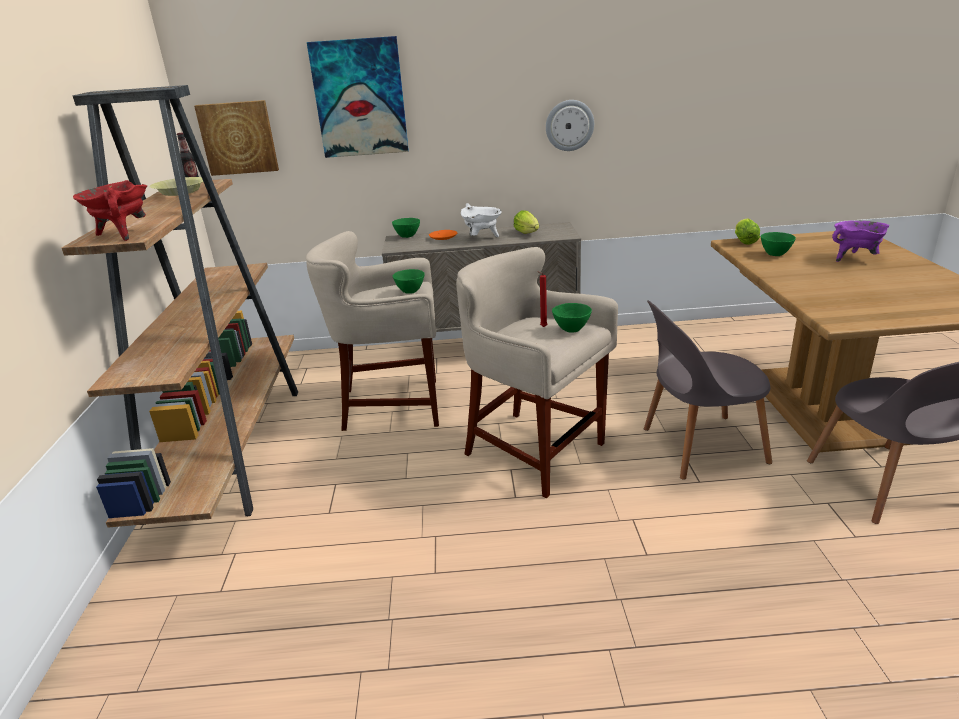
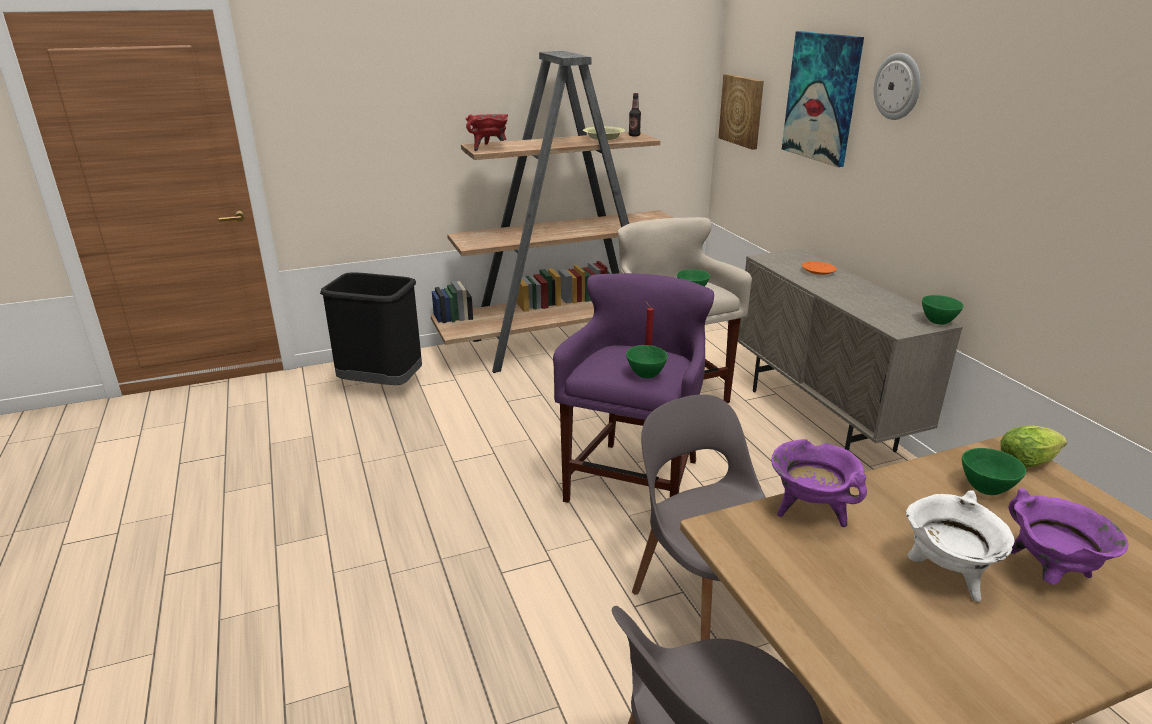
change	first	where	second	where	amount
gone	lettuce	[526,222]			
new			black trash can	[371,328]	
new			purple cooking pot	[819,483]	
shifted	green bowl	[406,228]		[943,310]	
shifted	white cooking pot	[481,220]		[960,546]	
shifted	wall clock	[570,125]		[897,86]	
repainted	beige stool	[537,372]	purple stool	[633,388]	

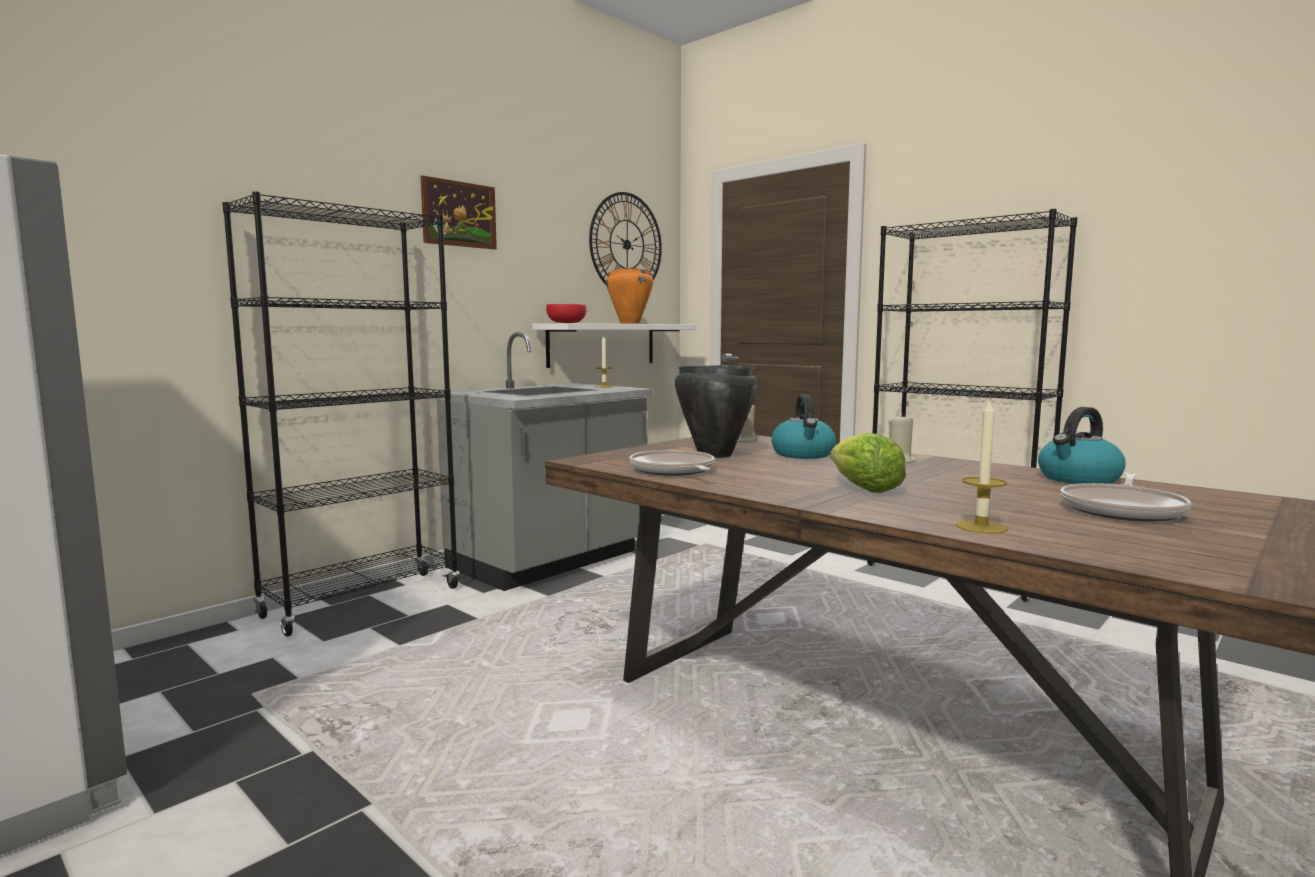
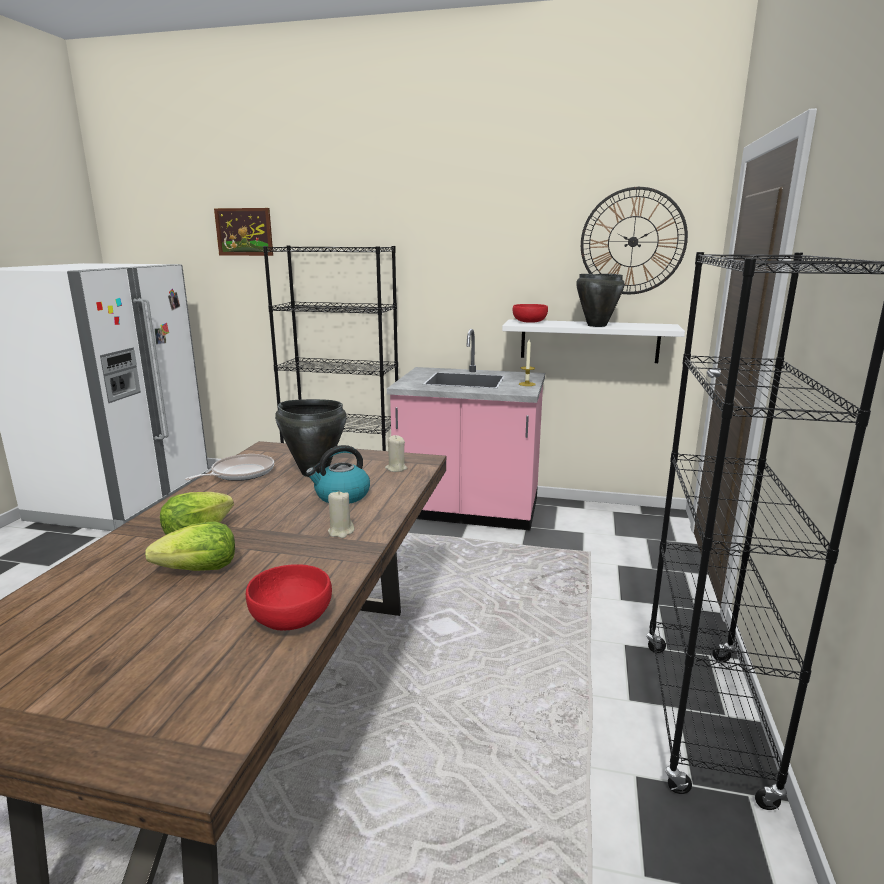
change	first	where	second	where	amount
gone	candle	[982,466]			
gone	frying pan	[1125,497]			
new			lettuce	[190,546]	
shifted	picture	[459,212]		[243,232]	
swapped	kettle	[1082,445]	red bowl	[289,597]	
repainted	grey counter	[544,461]	pink counter	[466,429]	
repainted	orange cooking pot	[629,296]	black cooking pot	[600,300]	

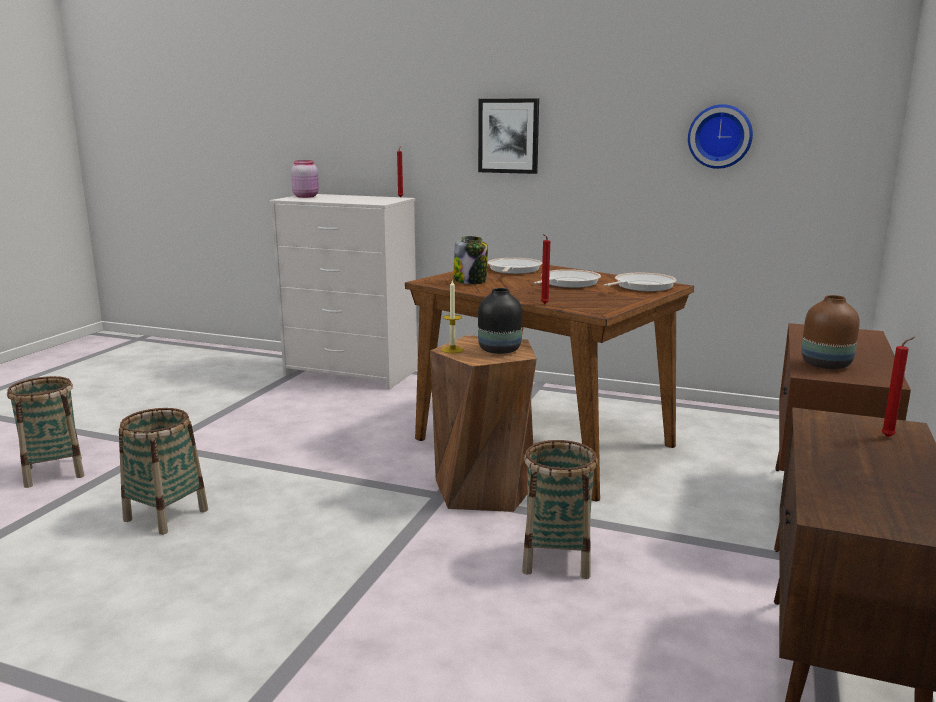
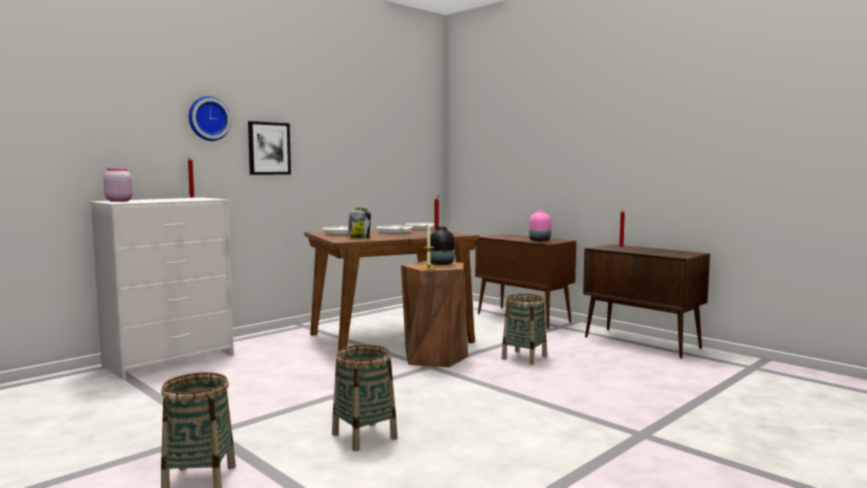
change	first	where	second	where	amount
shifted	wall clock	[720,136]		[210,118]	
repainted	brown vase	[831,332]	pink vase	[540,226]	

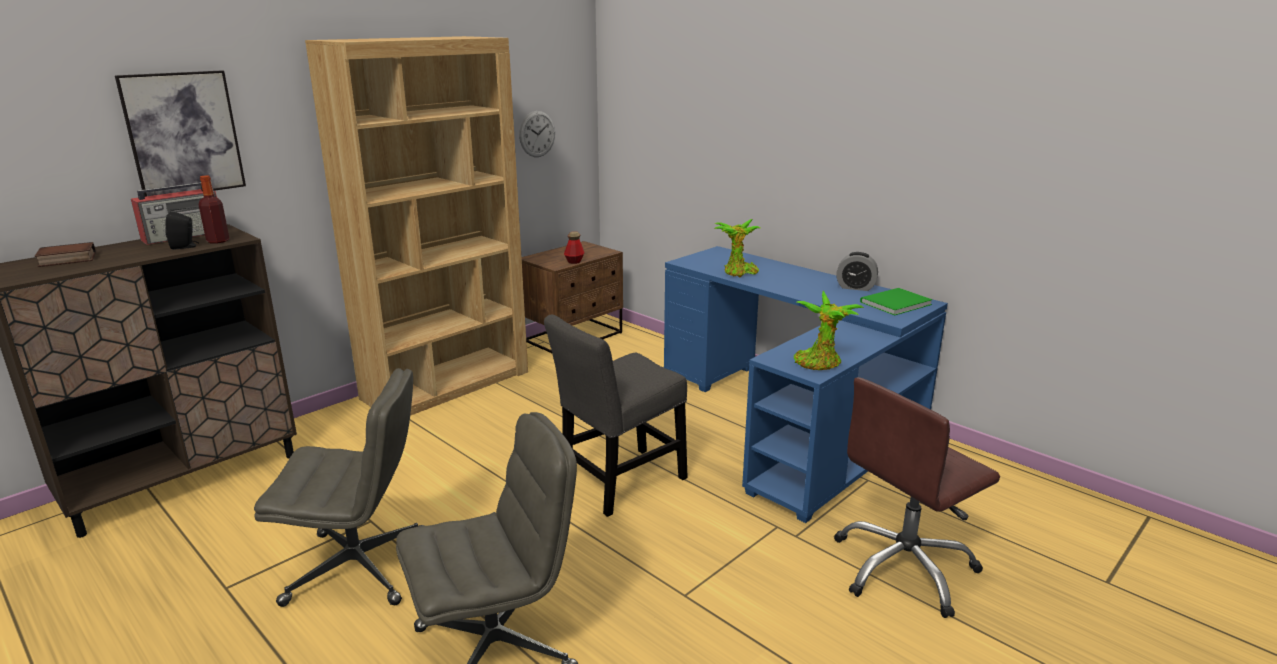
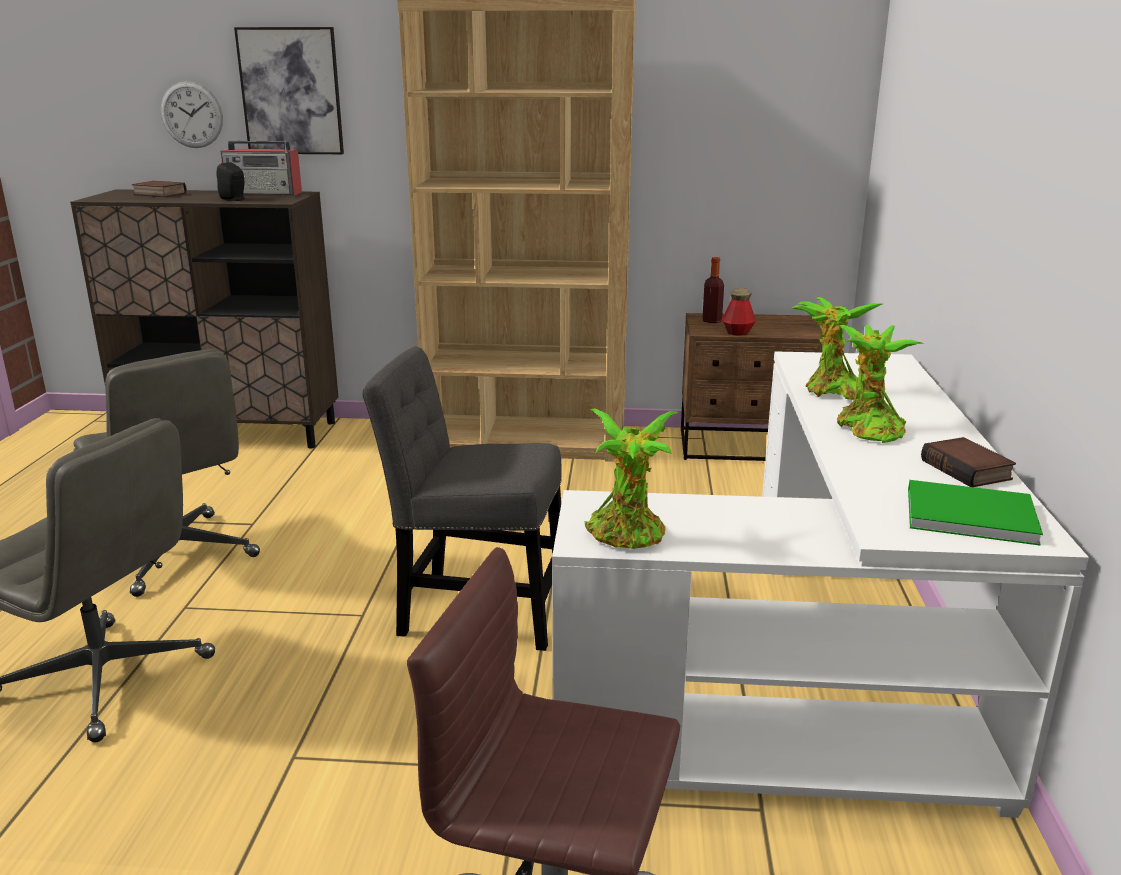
change	first	where	second	where	amount
new			potted plant	[880,384]	
shifted	bottle	[214,209]		[713,290]	
shifted	wall clock	[537,134]		[192,114]	
swapped	alarm clock	[857,271]	book	[968,462]	
repainted	blue desk	[806,384]	white desk	[820,584]	

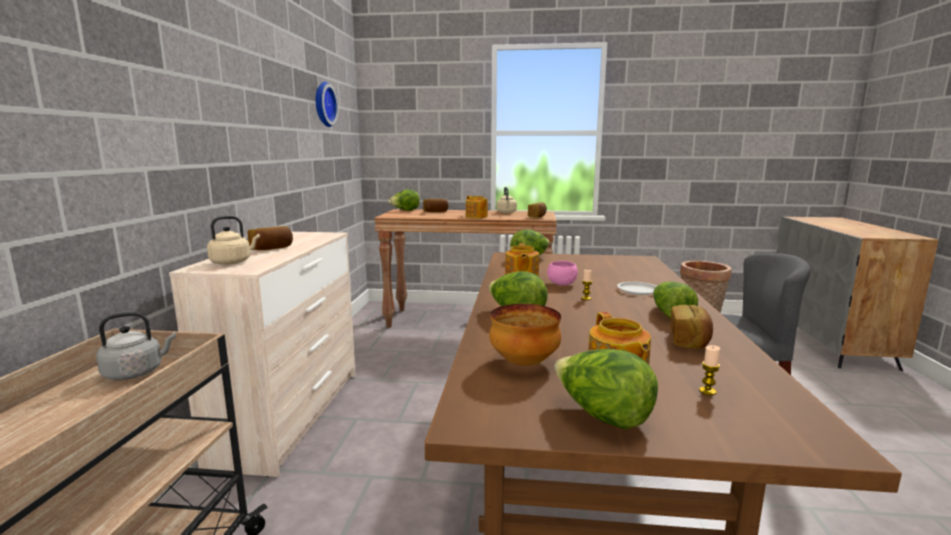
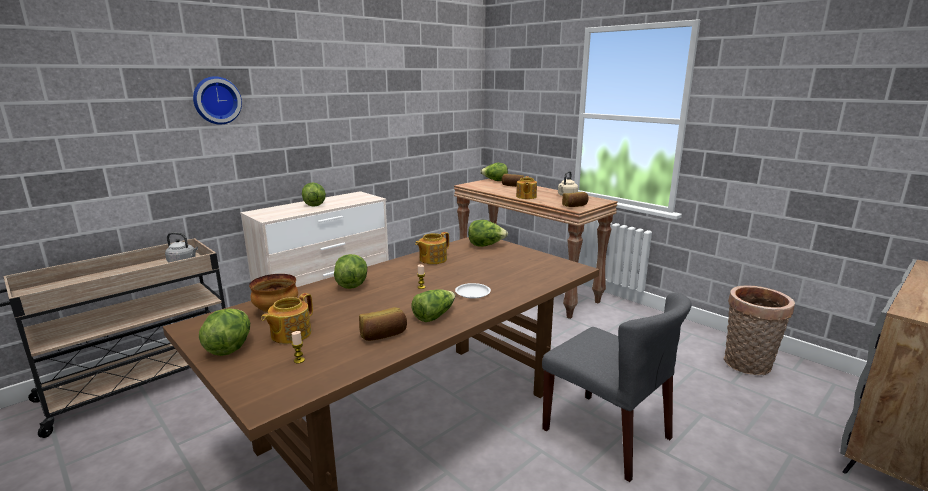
change	first	where	second	where	amount
gone	beige kettle	[233,240]			
gone	pink bowl	[562,273]			
shifted	wall clock	[327,104]		[217,100]	
swapped	bread	[270,238]	lettuce	[314,194]	

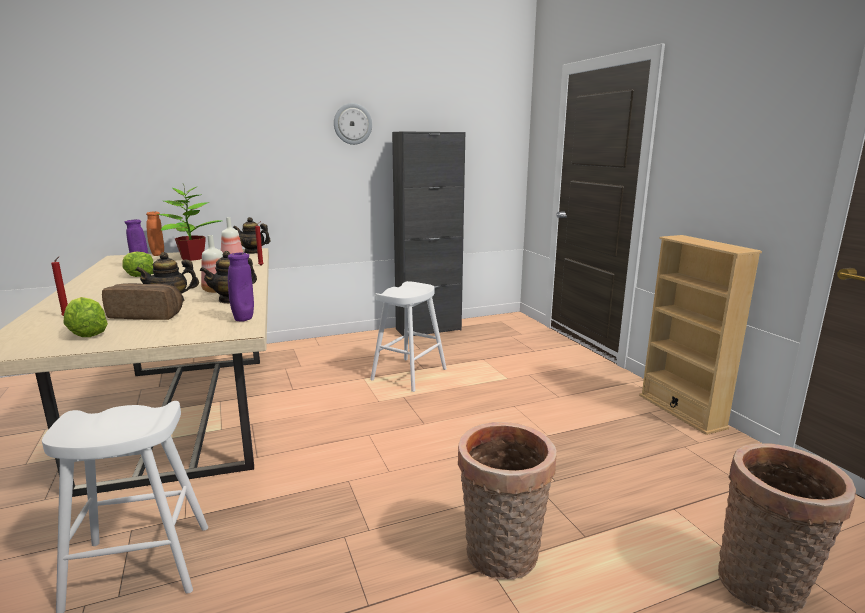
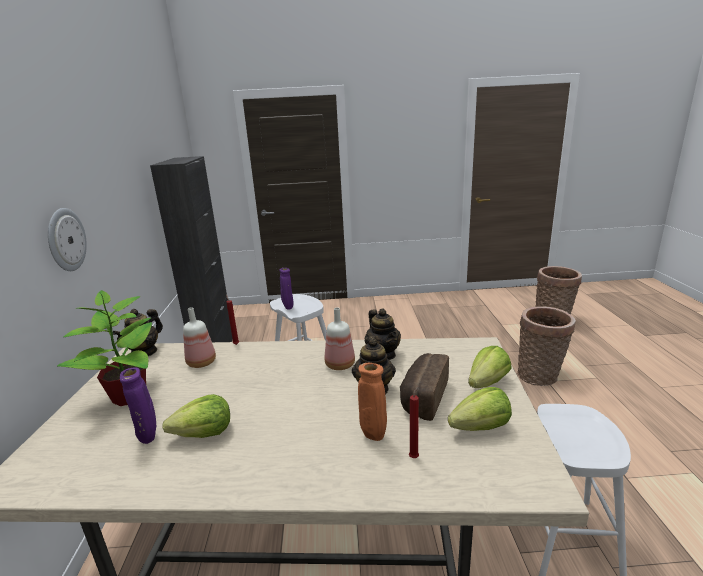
change	first	where	second	where	amount
gone	beige bookcase	[700,335]			
new			lettuce	[490,367]	
shifted	orange vase	[155,233]		[372,402]	
shifted	purple vase	[241,287]		[286,289]	
shifted	wall clock	[353,124]		[67,239]	

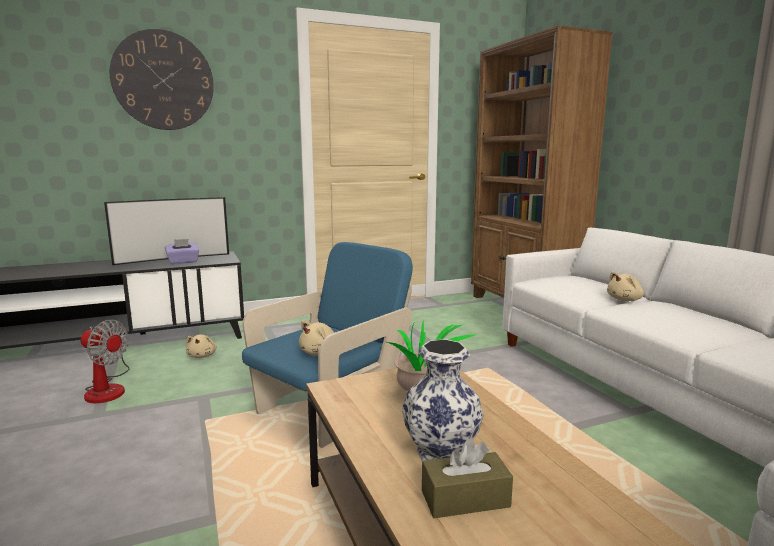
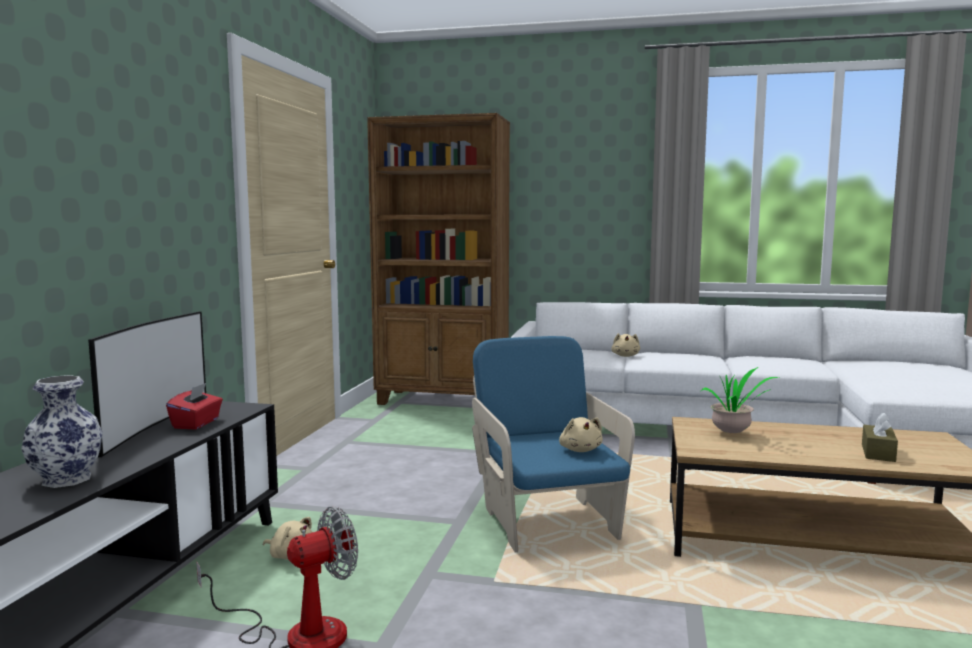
change	first	where	second	where	amount
gone	wall clock	[162,79]			
shifted	vase	[442,400]		[62,431]	
repainted	purple tissue box	[182,251]	red tissue box	[194,406]	

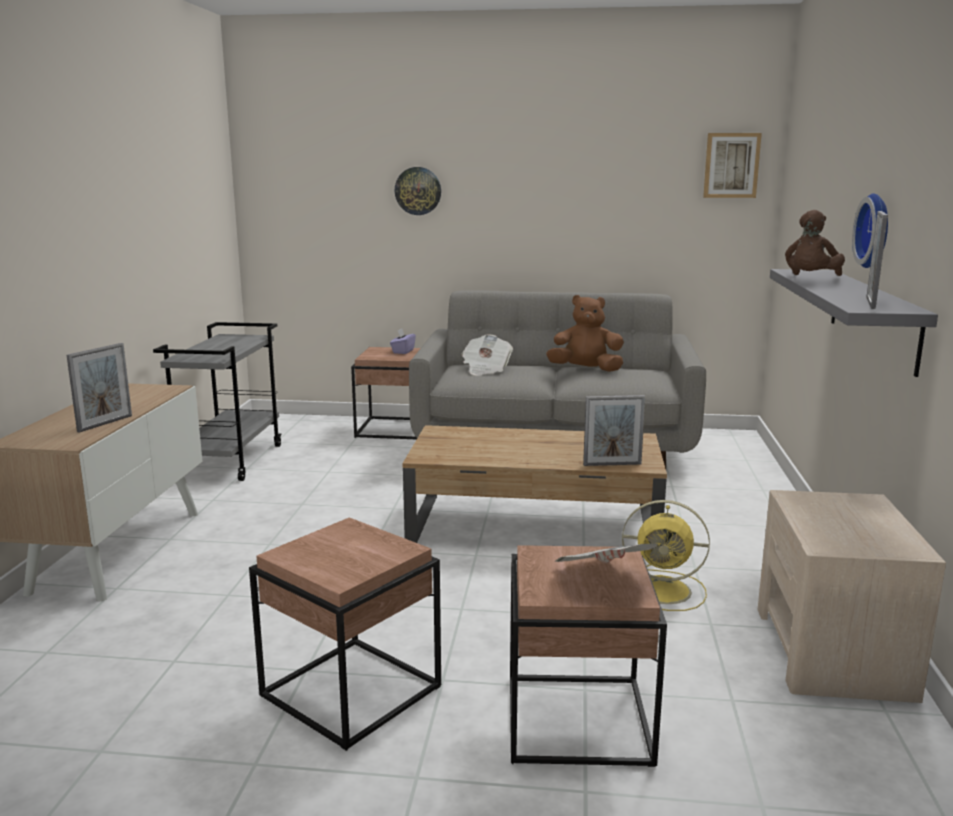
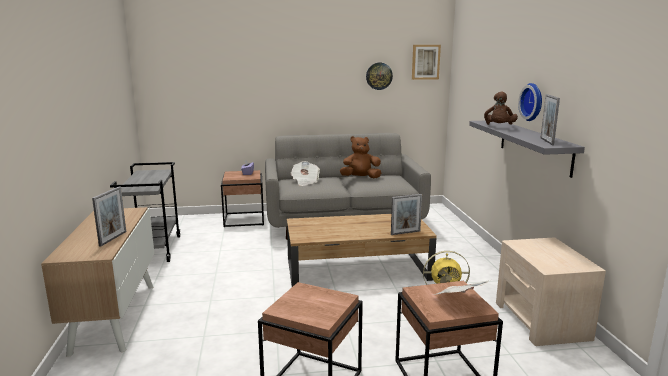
change	first	where	second	where	amount
shifted	wall clock	[418,191]		[379,76]	

